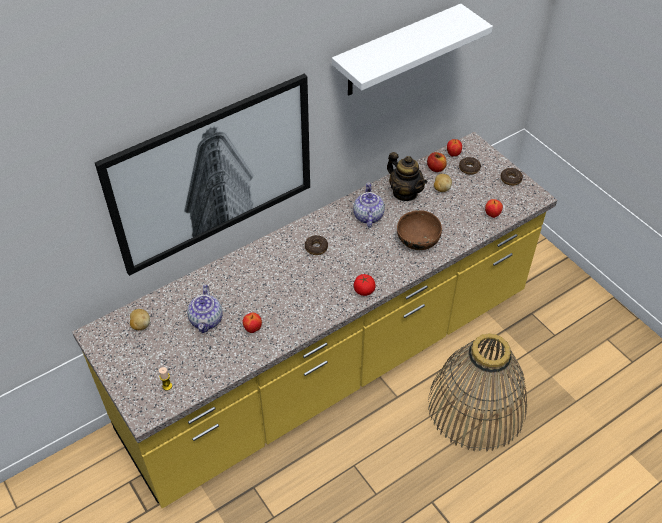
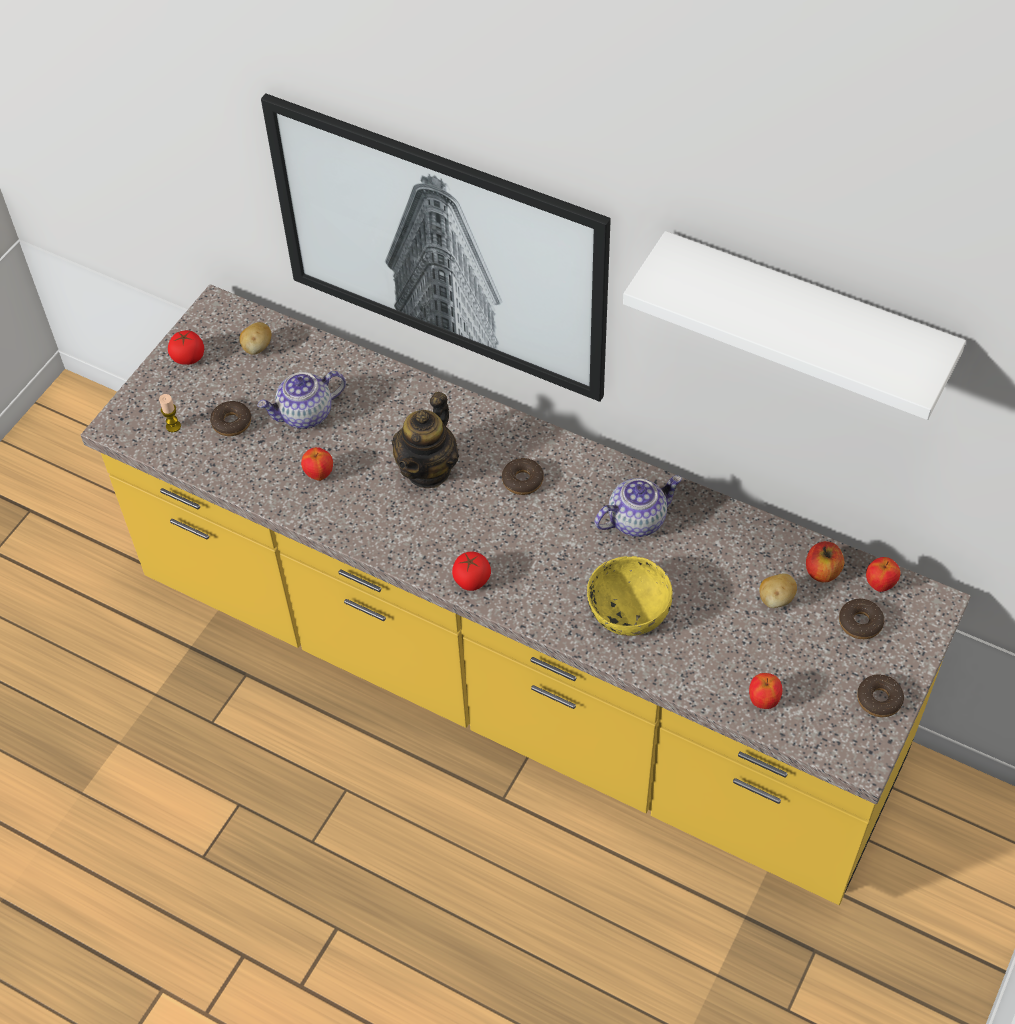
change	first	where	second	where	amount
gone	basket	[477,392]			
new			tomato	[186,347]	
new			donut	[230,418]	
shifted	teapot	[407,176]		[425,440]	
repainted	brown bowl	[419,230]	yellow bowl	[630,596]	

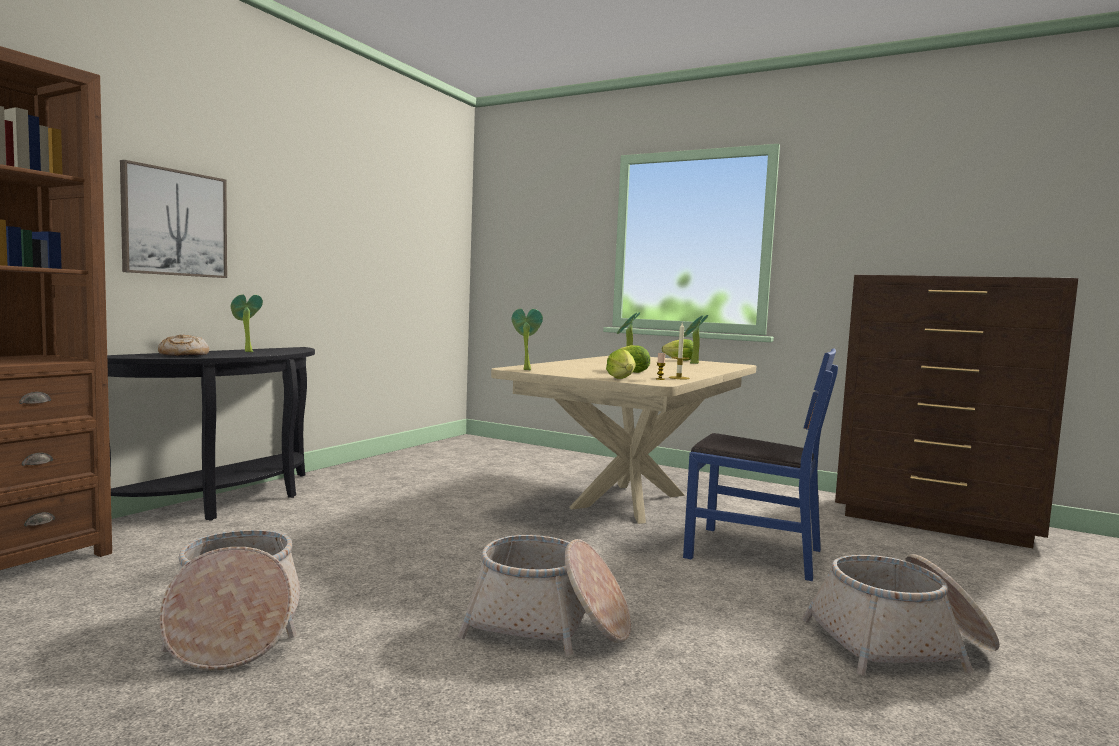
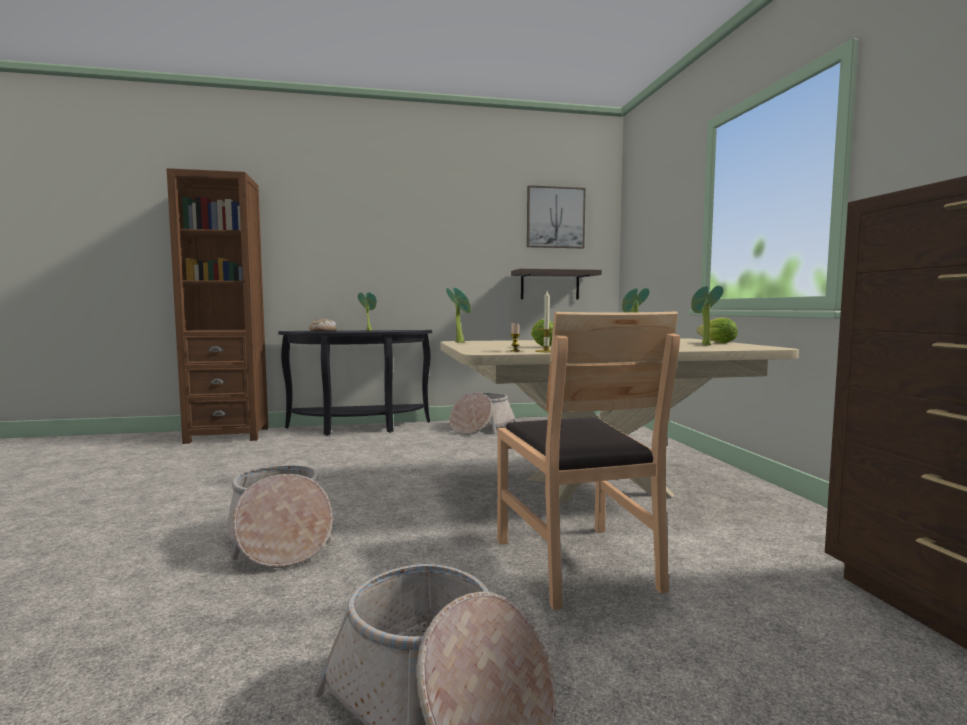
change	first	where	second	where	amount
gone	lettuce	[621,364]			
new			shelf	[556,284]	
shifted	picture	[173,219]		[556,216]	
shifted	basket	[230,600]		[483,413]	
repainted	blue chair	[760,464]	brown chair	[588,461]	

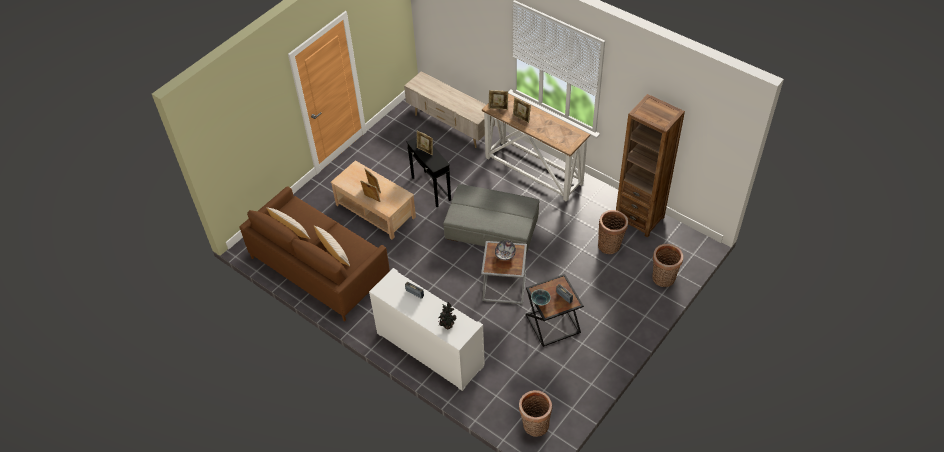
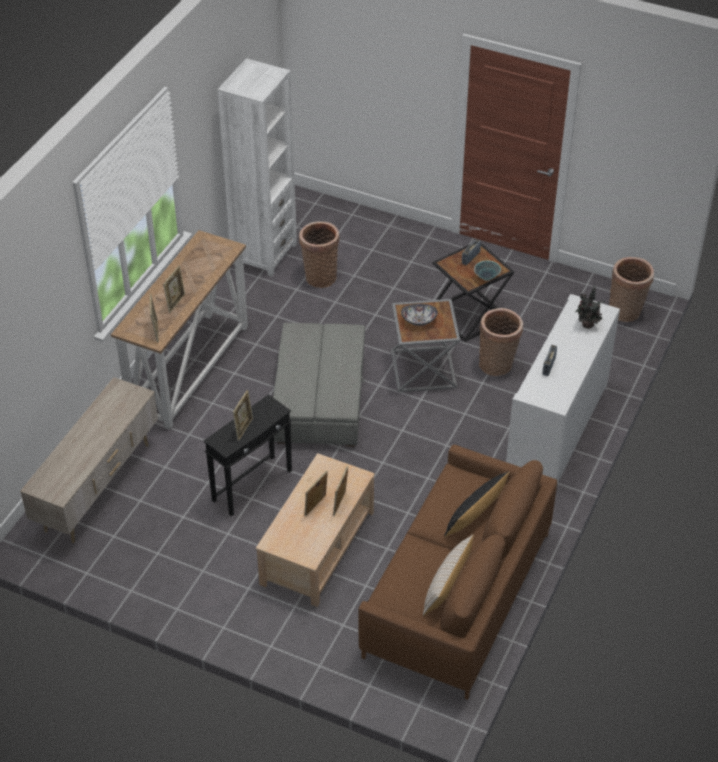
change	first	where	second	where	amount
shifted	basket	[667,265]		[501,342]	
repainted	beige pillow	[332,245]	black pillow	[476,504]	
repainted	brown bookcase	[650,166]	white bookcase	[257,167]	

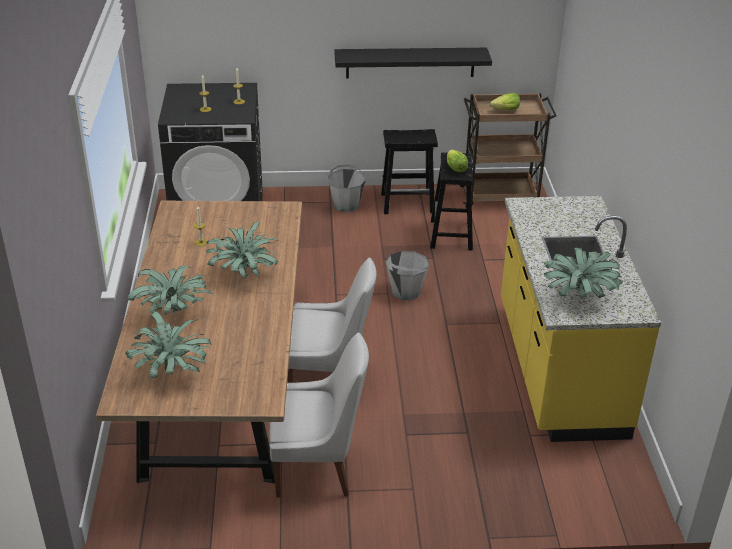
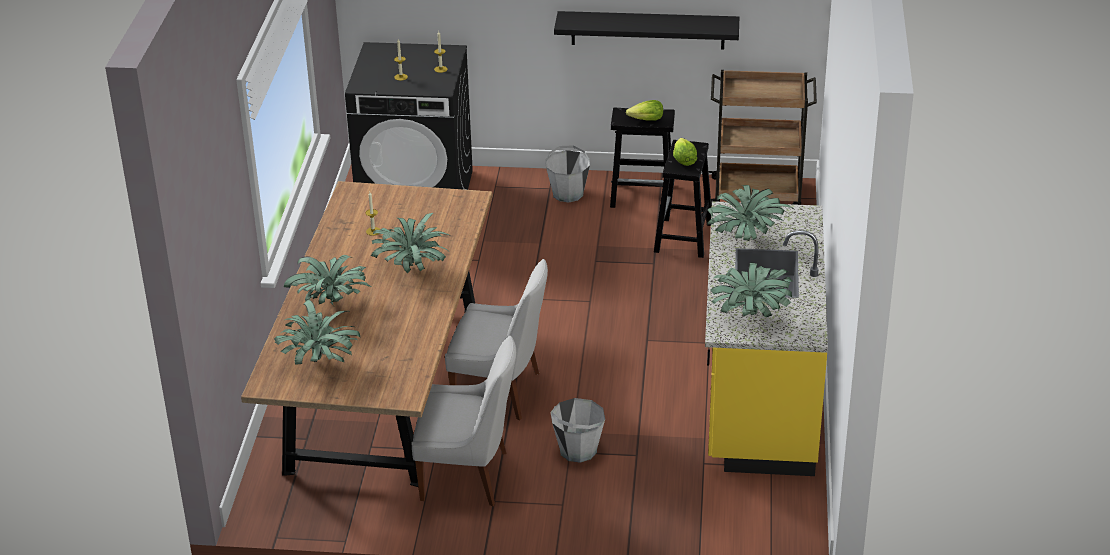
change	first	where	second	where	amount
new			potted plant	[751,213]	
shifted	grey bucket	[407,275]		[578,430]	
shifted	lettuce	[505,101]		[644,110]	

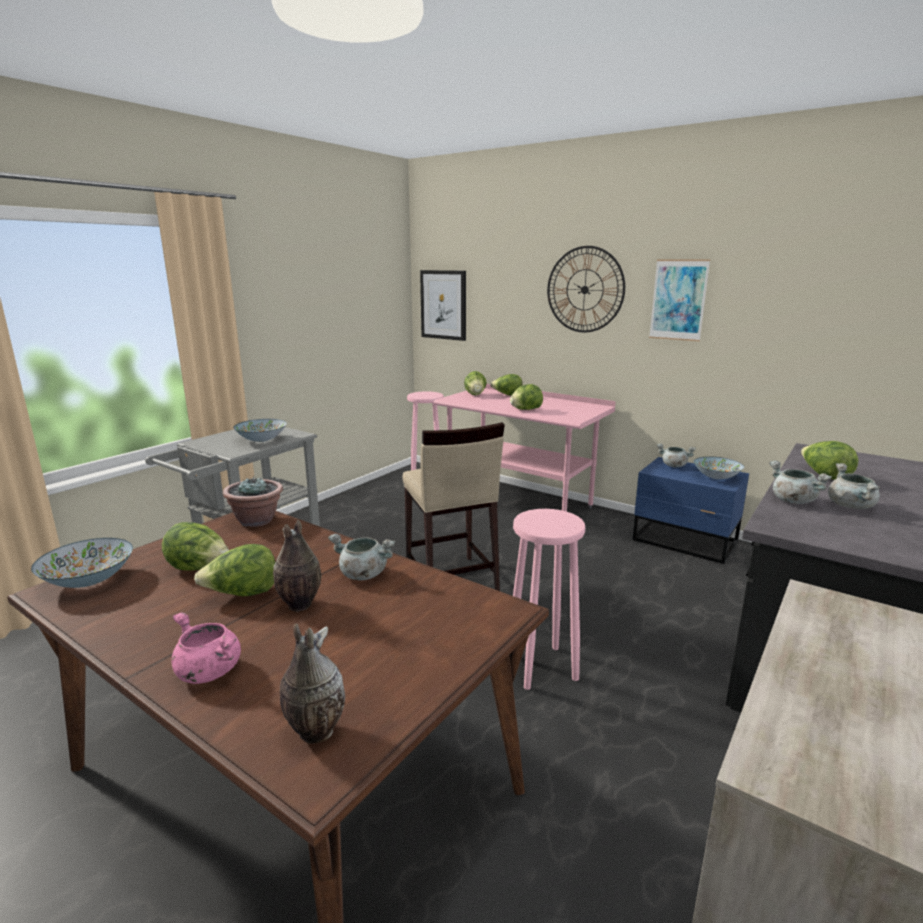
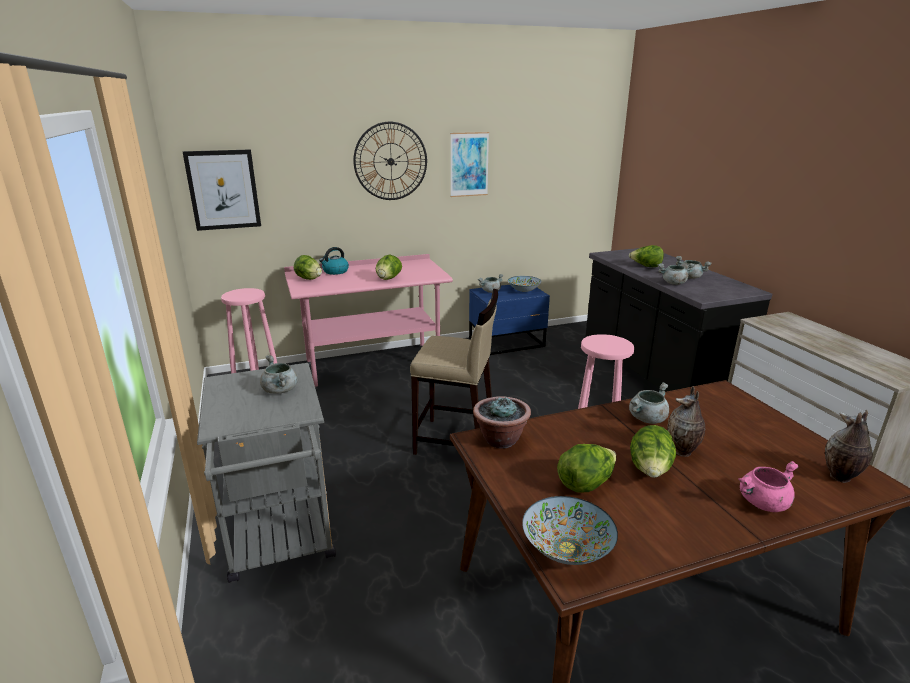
change	first	where	second	where	amount
swapped	bowl	[260,430]	grey cooking pot	[279,374]	
swapped	lettuce	[506,385]	kettle	[334,261]	

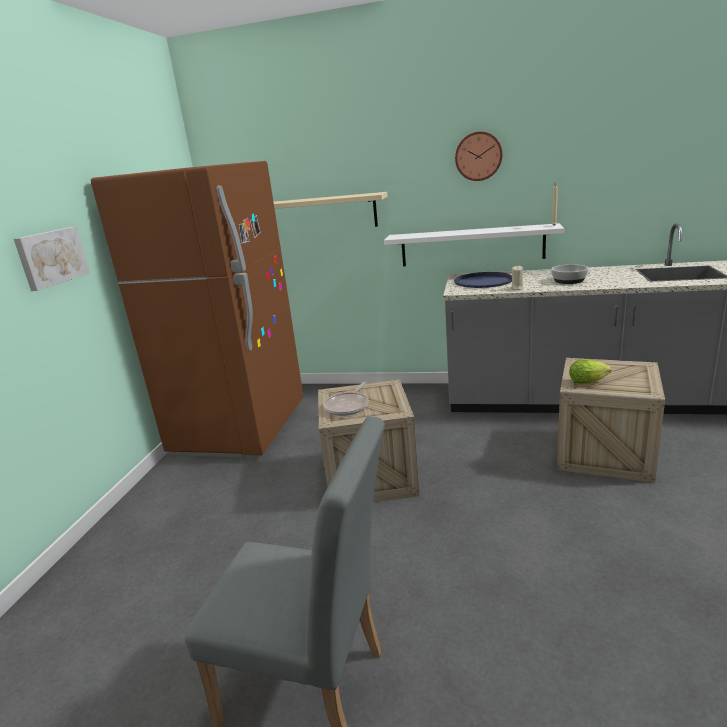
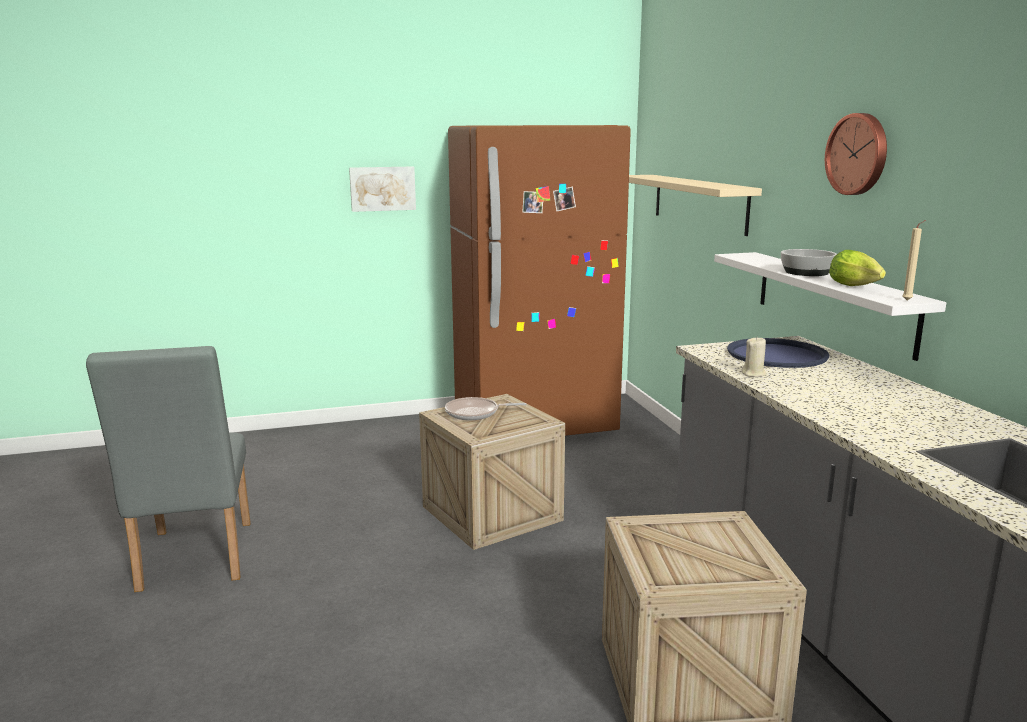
change	first	where	second	where	amount
shifted	bowl	[570,274]		[809,262]	
shifted	lettuce	[590,371]		[857,268]	

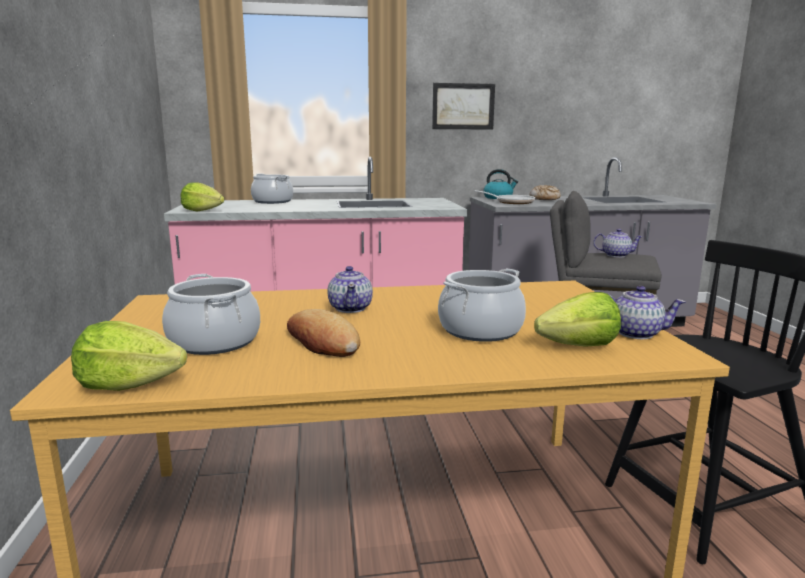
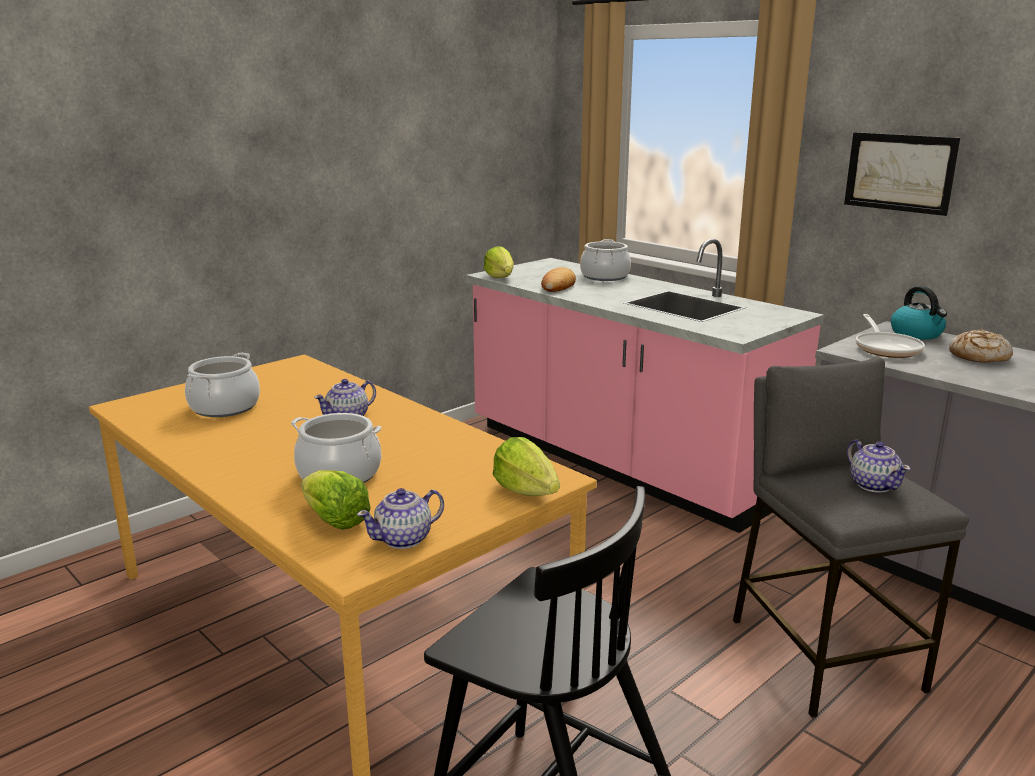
change	first	where	second	where	amount
shifted	lettuce	[129,356]		[526,466]	
shifted	bread	[323,333]		[558,279]	
rotated	teapot	[646,312]		[400,518]	75 degrees clockwise

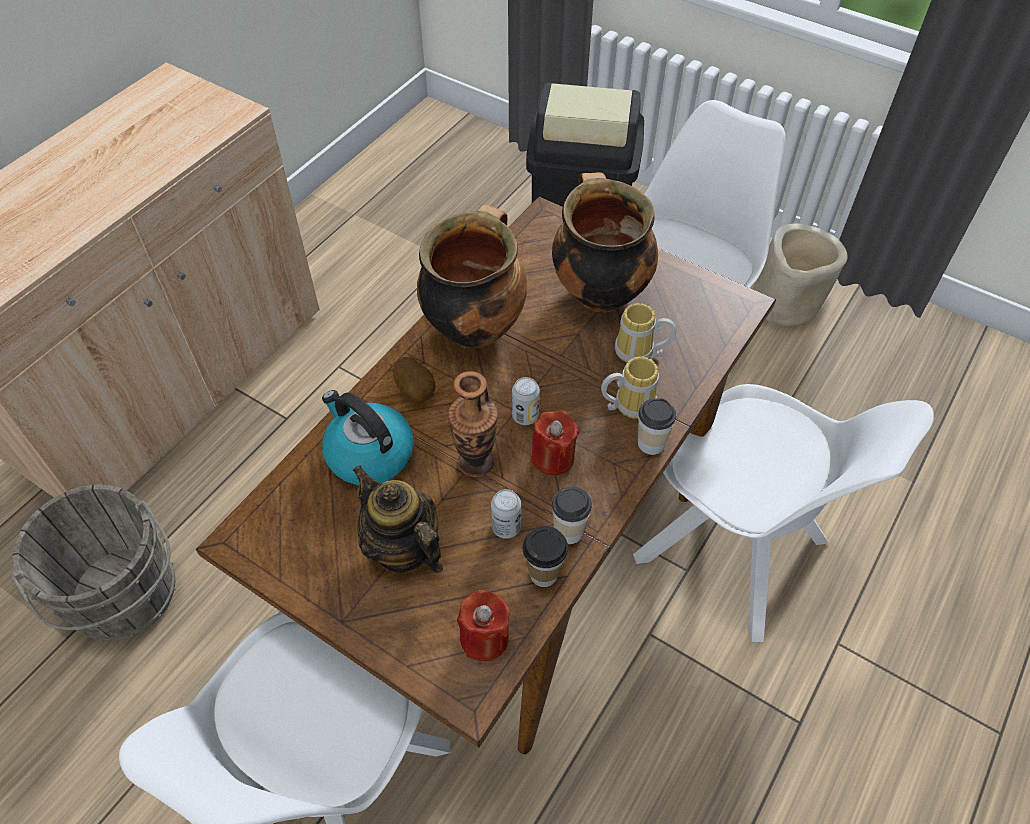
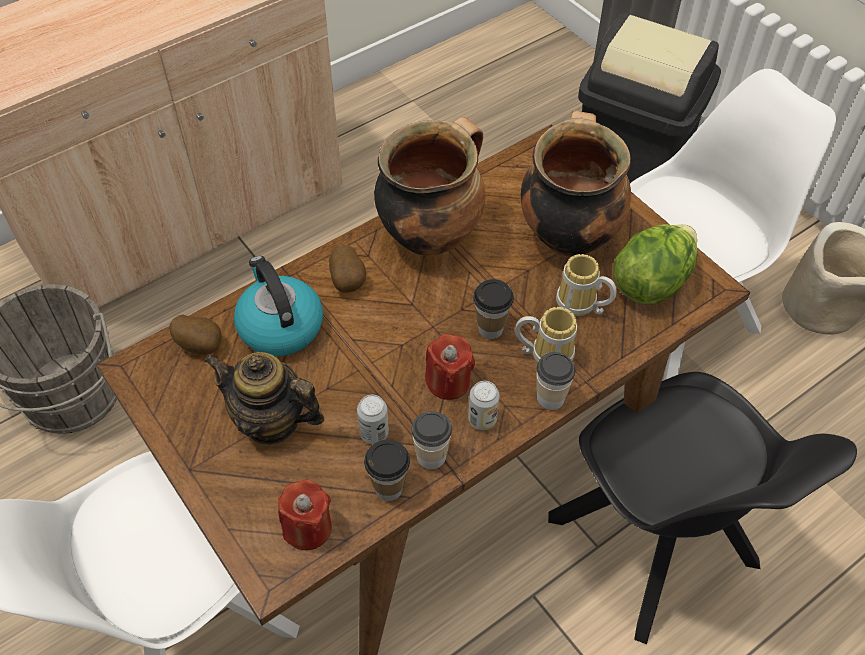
change	first	where	second	where	amount
gone	vase	[473,424]			
new			potato	[195,335]	
new			cup	[493,309]	
new			lettuce	[655,264]	
shifted	can	[526,401]		[484,405]	
repainted	white chair	[783,513]	black chair	[702,508]	
rotated	teapot	[397,519]		[264,398]	45 degrees counterclockwise

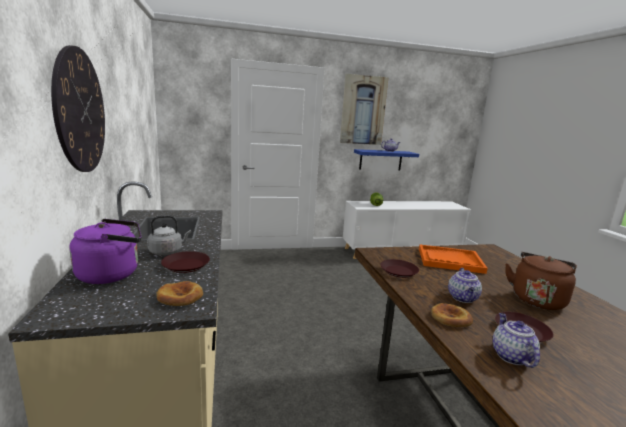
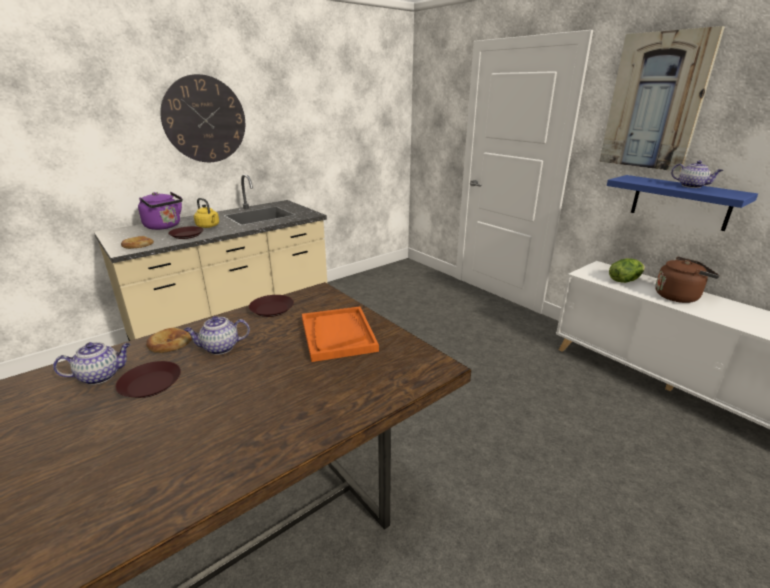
change	first	where	second	where	amount
shifted	brown kettle	[541,281]		[687,279]	
repainted	grey kettle	[169,235]	yellow kettle	[206,213]	

